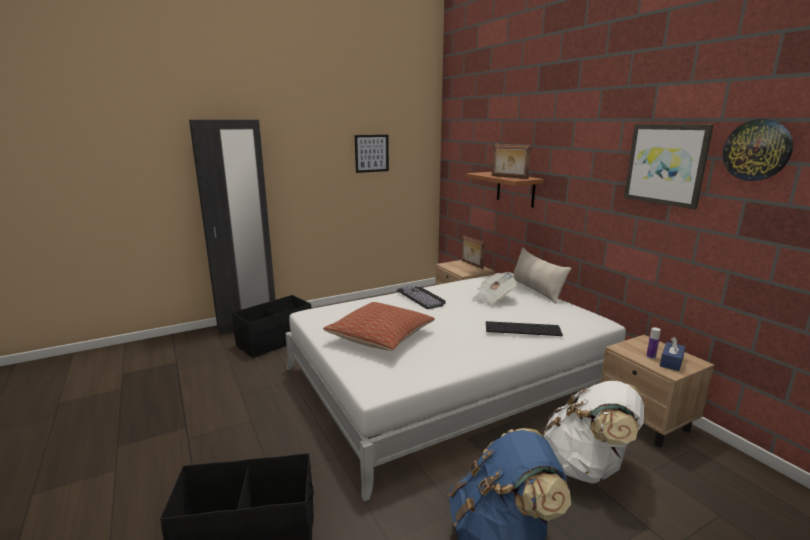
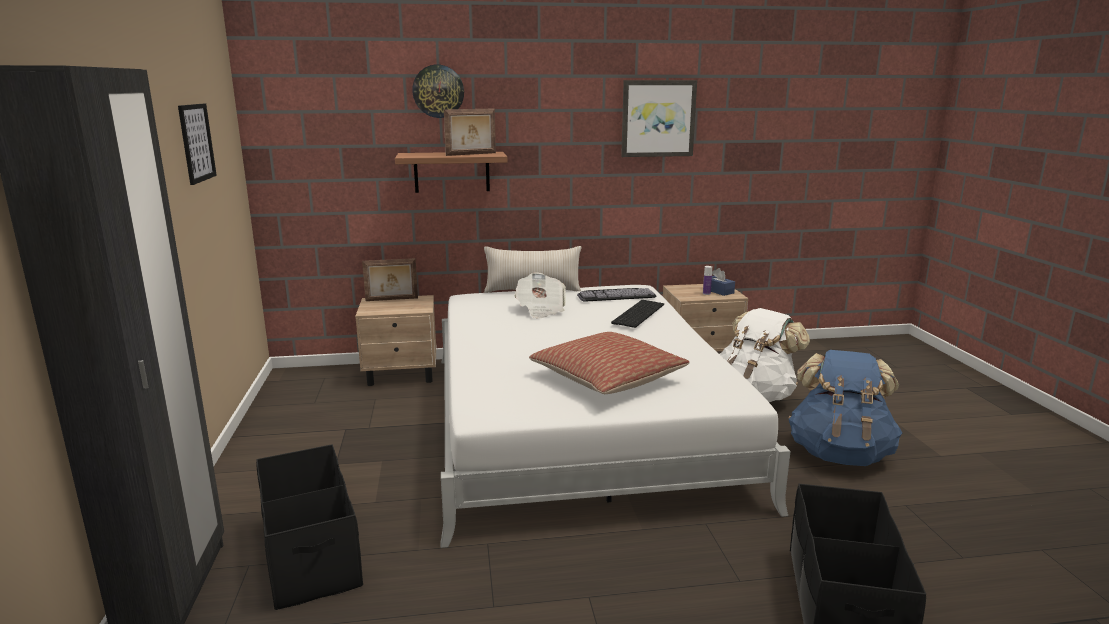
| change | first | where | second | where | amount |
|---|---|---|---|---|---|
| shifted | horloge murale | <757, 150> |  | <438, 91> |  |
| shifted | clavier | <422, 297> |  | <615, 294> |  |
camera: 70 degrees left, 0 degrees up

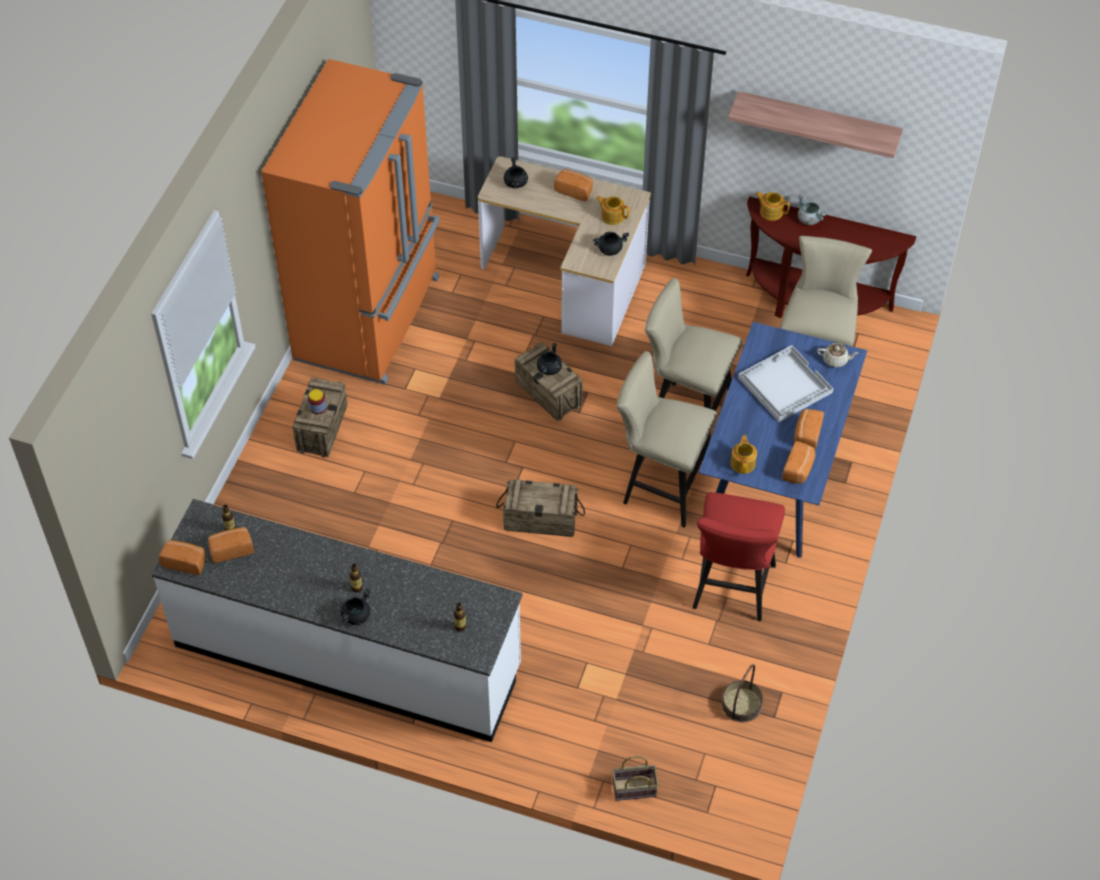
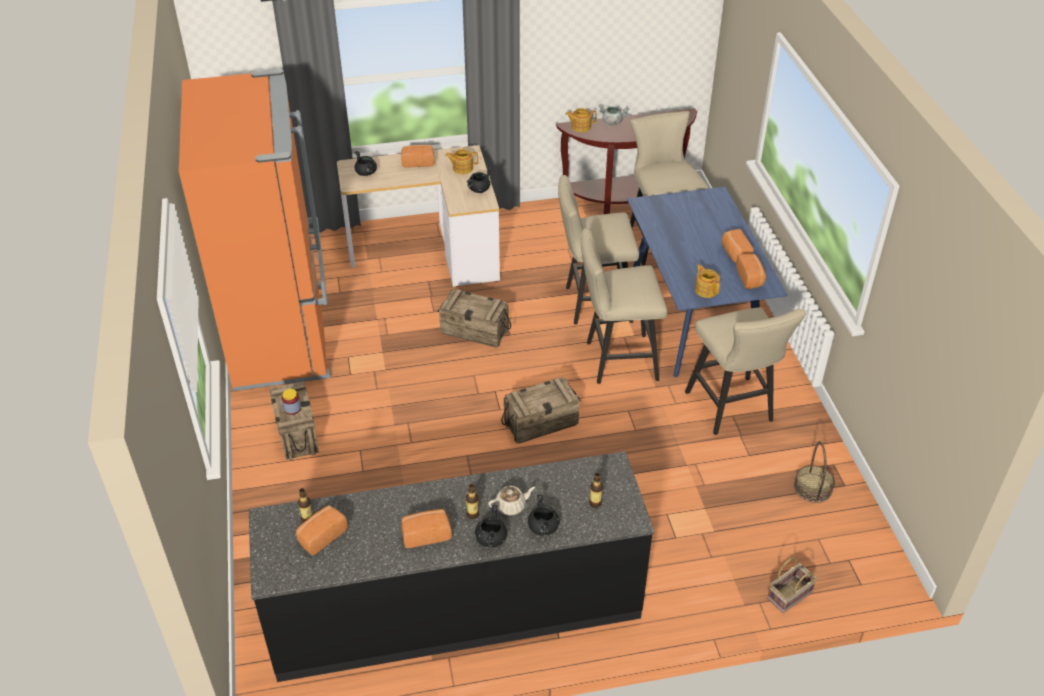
| change | first | where | second | where | amount |
|---|---|---|---|---|---|
| gone | étagère | <818, 122> |  |  |  |
| shifted | marmite/noir | <549, 369> |  | <543, 527> |  |
| shifted | théière/beige | <835, 360> |  | <511, 506> |  |
| gone | plateau/blanc | <784, 385> |  |  |  |
| repainted | tabouret/rouge | <731, 592> | tabouret/beige | <732, 410> |  |
| repainted | comptoir de cuisine/blanc | <348, 656> | comptoir de cuisine/noir | <455, 608> |  |
| shifted | pain | <185, 562> |  | <426, 534> |  |
camera: 30 degrees left, 10 degrees down

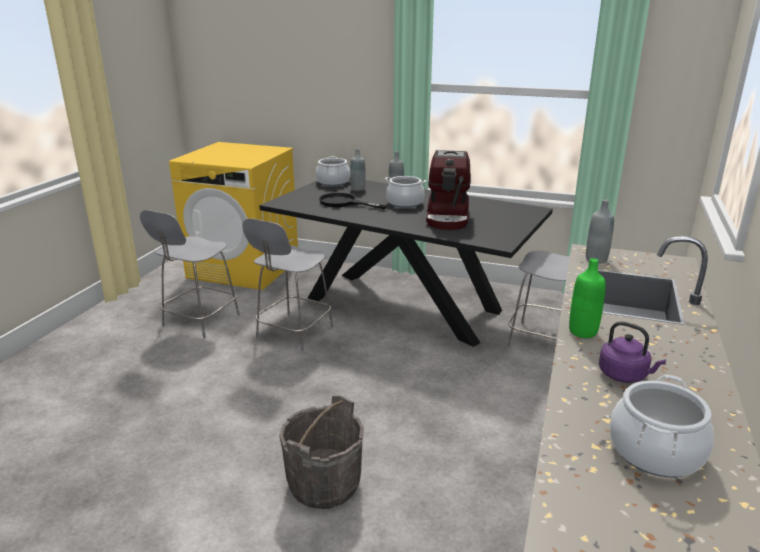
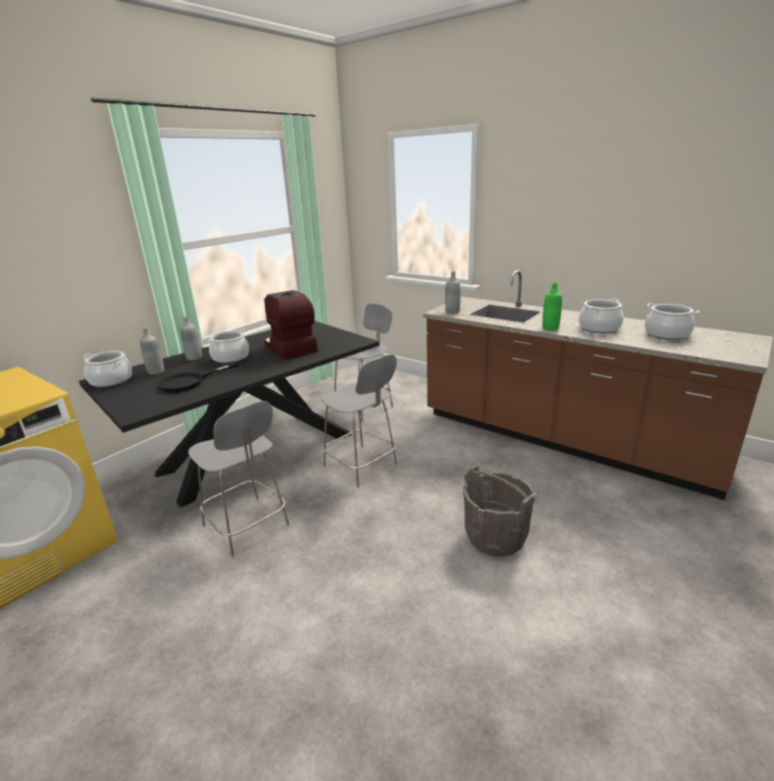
| change | first | where | second | where | amount |
|---|---|---|---|---|---|
| rotated | machine à café | <448, 217> |  | <289, 348> | 150 degrees counterclockwise |
| shifted | chaise/gris | <199, 321> |  | <362, 466> |  |
| swapped | bouilloire/violet | <625, 375> | marmite | <599, 328> |  |
camera: 70 degrees left, 0 degrees up

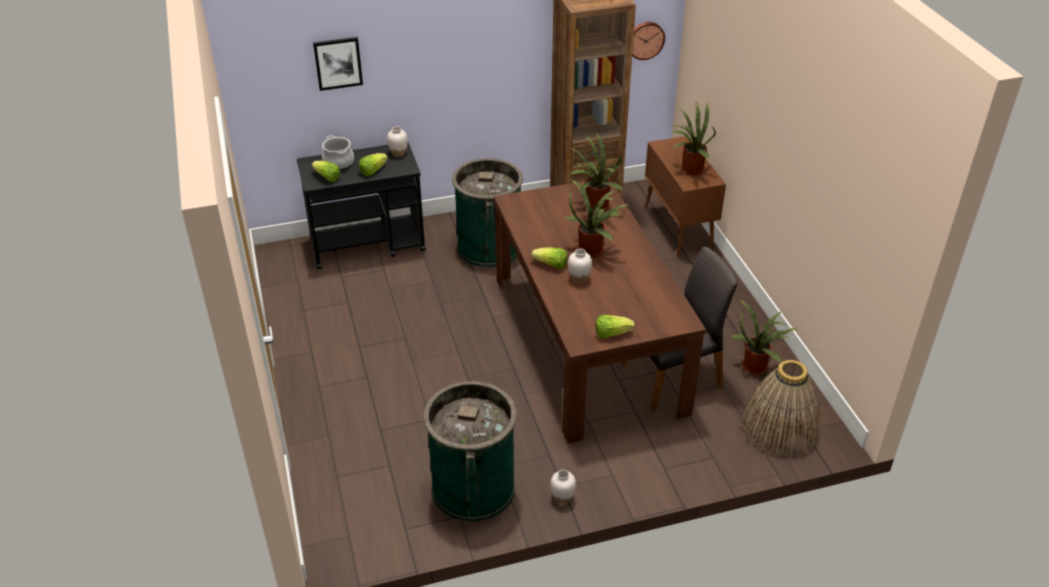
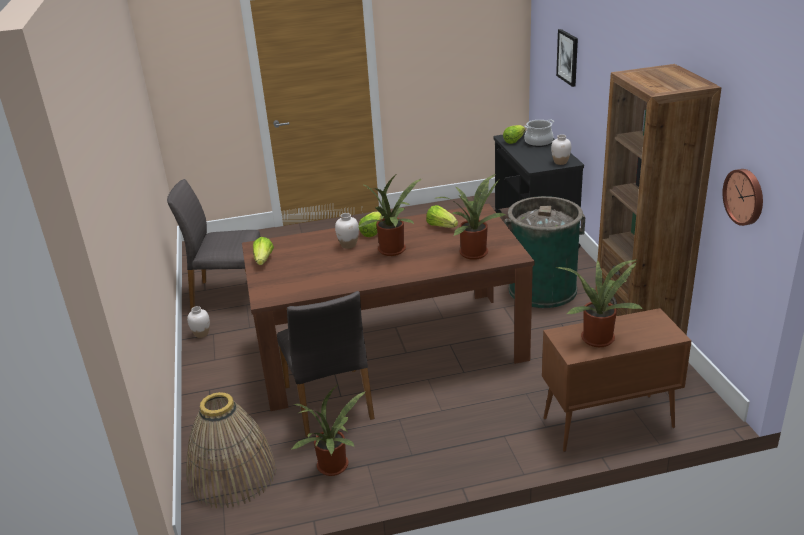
| change | first | where | second | where | amount |
|---|---|---|---|---|---|
| shifted | laitue | <373, 171> |  | <441, 226> |  |
| swapped | poubelle/vert | <473, 488> | chaise/gris | <229, 294> |  |
camera: 95 degrees right, 10 degrees down

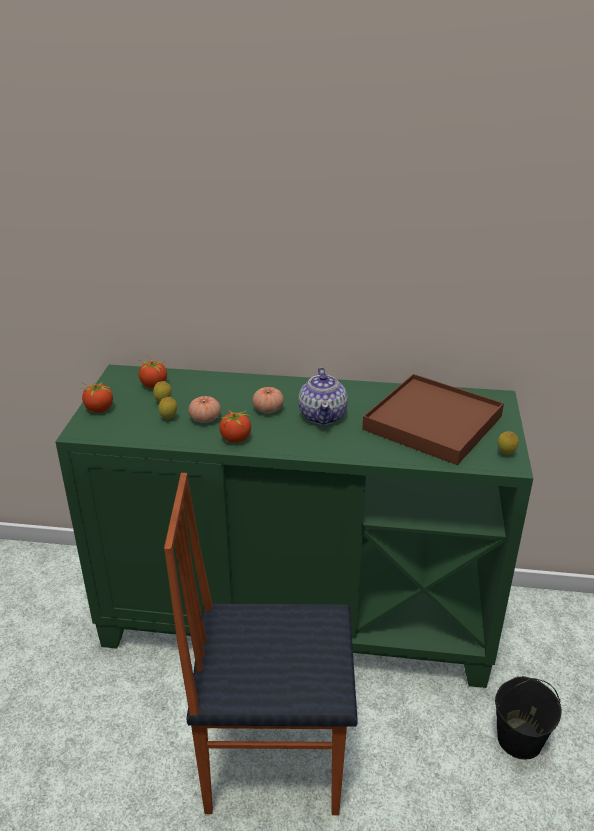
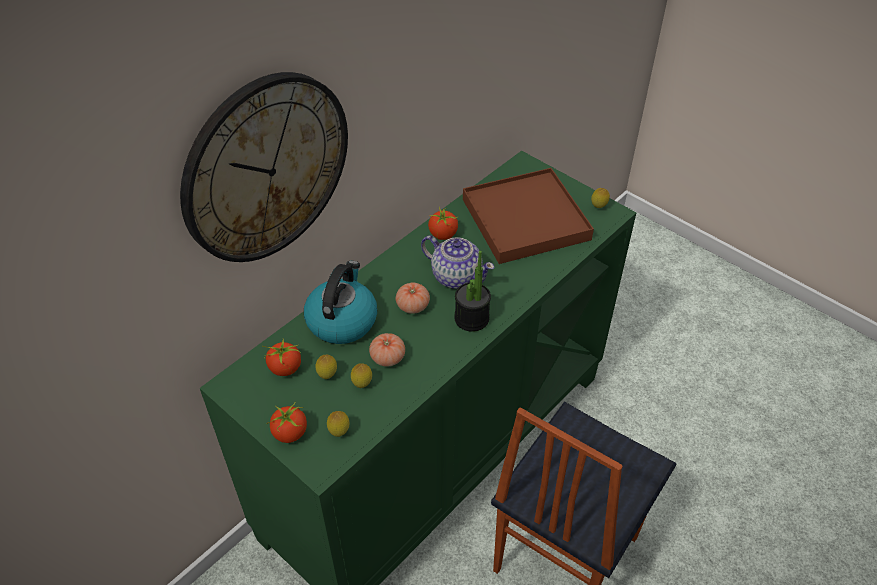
| change | first | where | second | where | amount |
|---|---|---|---|---|---|
| shifted | tomate | <235, 439> |  | <443, 235> |  |
| gone | seau/noir | <519, 739> |  |  |  |
| new |  |  | horloge murale | <266, 168> |  |
| new |  |  | plante en pot | <471, 318> |  |
| new |  |  | bouilloire | <342, 320> |  |
| new |  |  | citron | <339, 432> |  |
camera: 55 degrees left, 15 degrees up

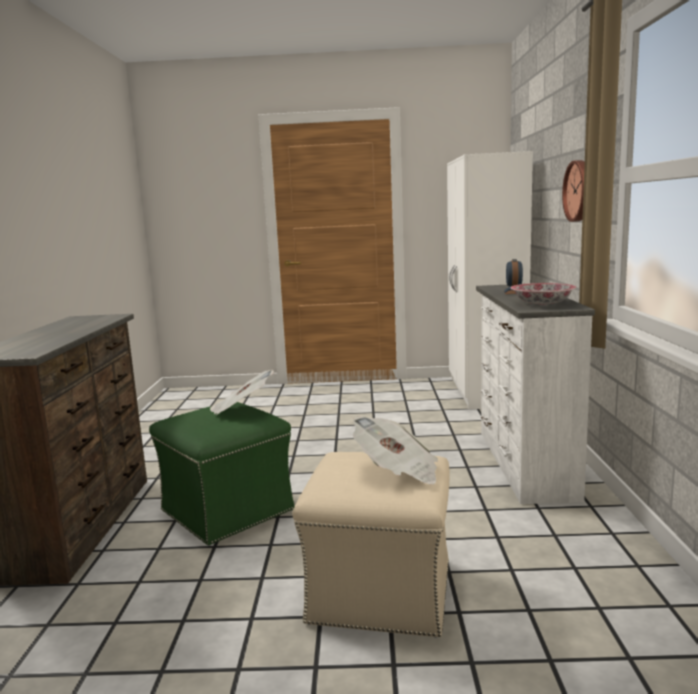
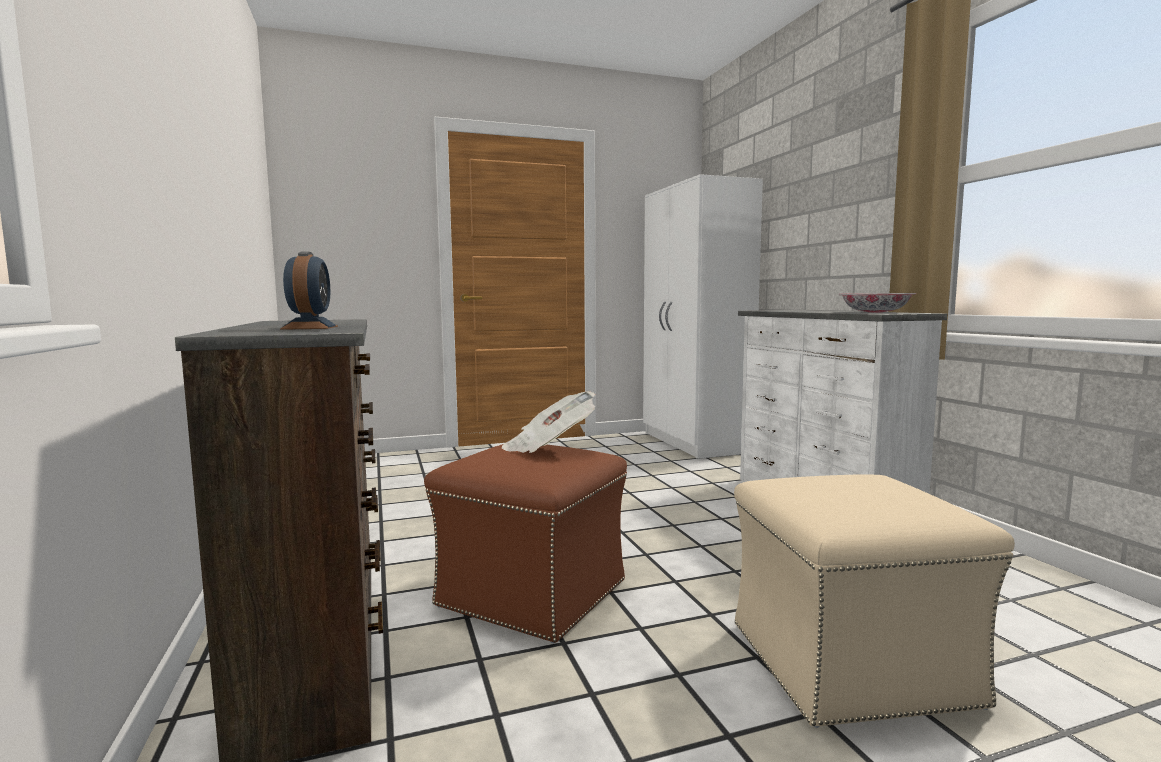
| change | first | where | second | where | amount |
|---|---|---|---|---|---|
| gone | horloge murale | <579, 191> |  |  |  |
| shifted | réveil | <513, 292> |  | <310, 328> |  |
| repainted | pouf/vert | <226, 510> | pouf/marron | <530, 593> |  |
| gone | journal | <398, 471> |  |  |  |
camera: 20 degrees left, 5 degrees down

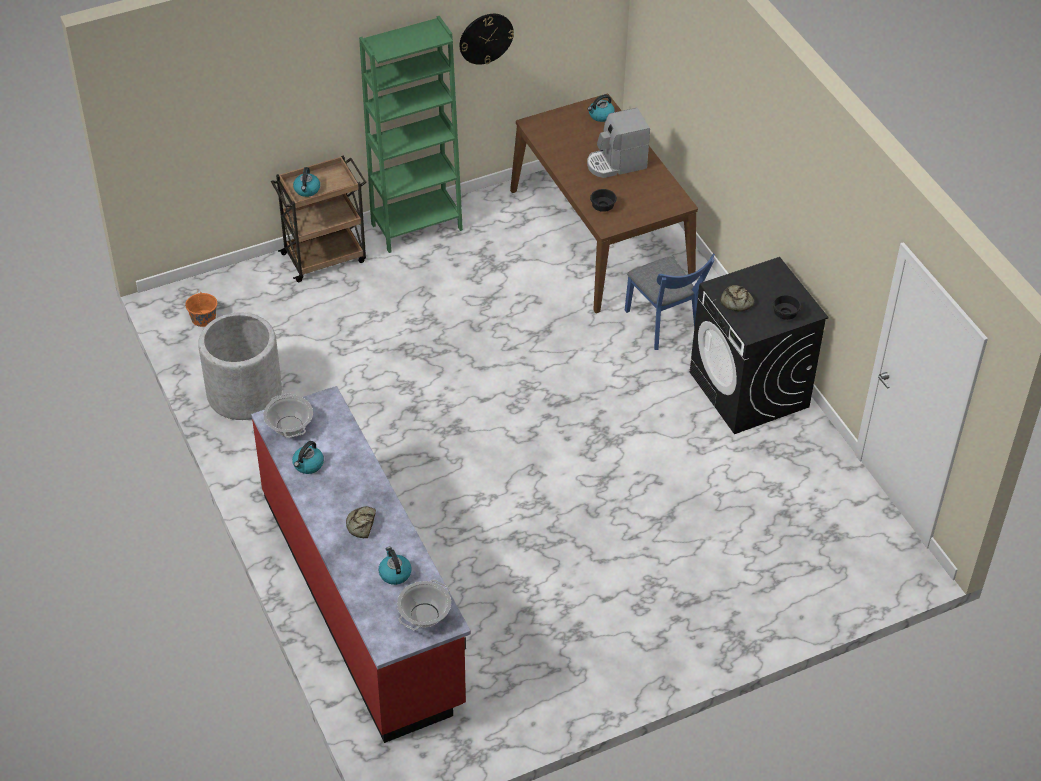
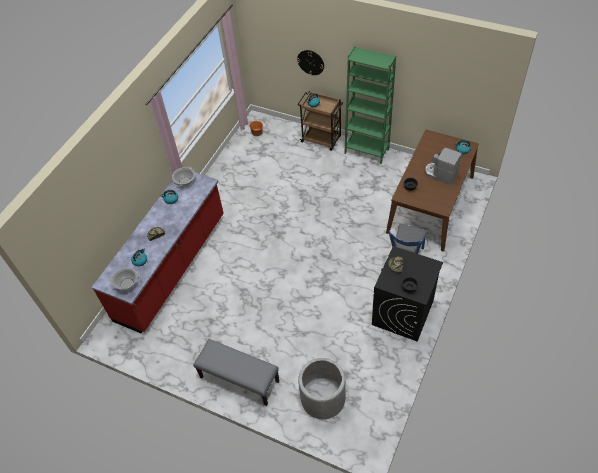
| change | first | where | second | where | amount |
|---|---|---|---|---|---|
| shifted | horloge murale | <486, 38> |  | <310, 62> |  |
| shifted | cache-pot/gris | <244, 393> |  | <323, 398> |  |
| new |  |  | banc/gris | <239, 379> |  |
camera: 55 degrees right, 5 degrees up

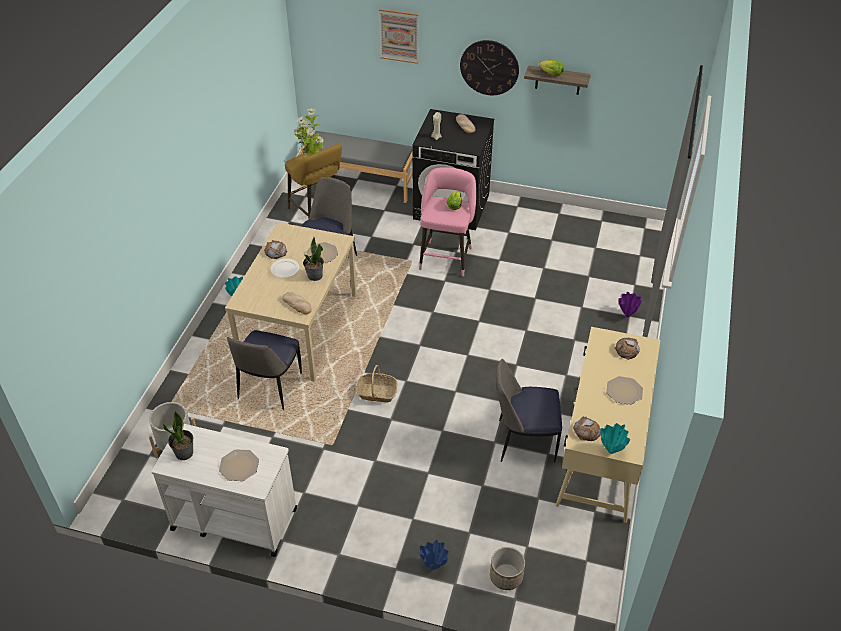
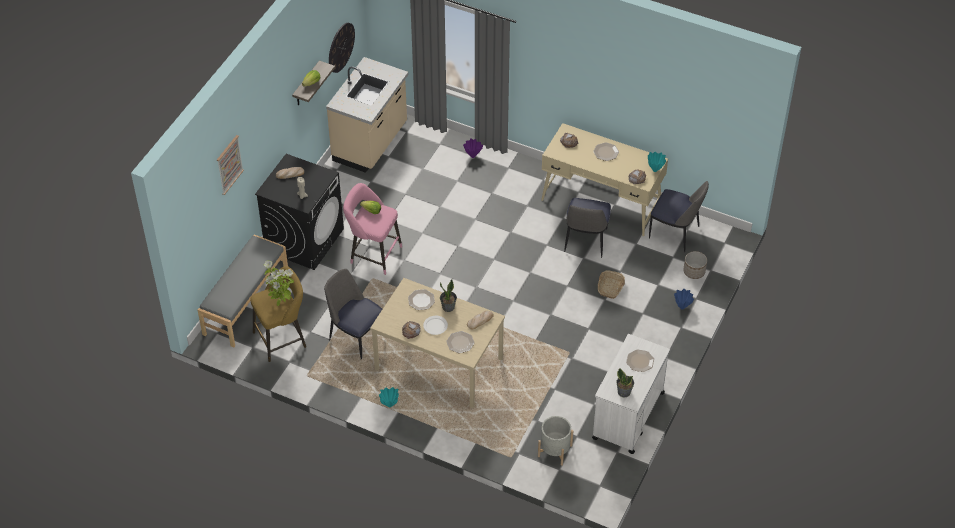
| change | first | where | second | where | amount |
|---|---|---|---|---|---|
| shifted | horloge murale | <489, 67> |  | <341, 47> |  |
| shifted | chaise | <269, 388> |  | <675, 233> |  |
| shifted | panier | <377, 393> |  | <610, 288> |  |
| new |  |  | comptoir de cuisine/beige | <371, 143> |  |
| new |  |  | assiette | <460, 342> |  |
camera: 80 degrees left, 5 degrees up

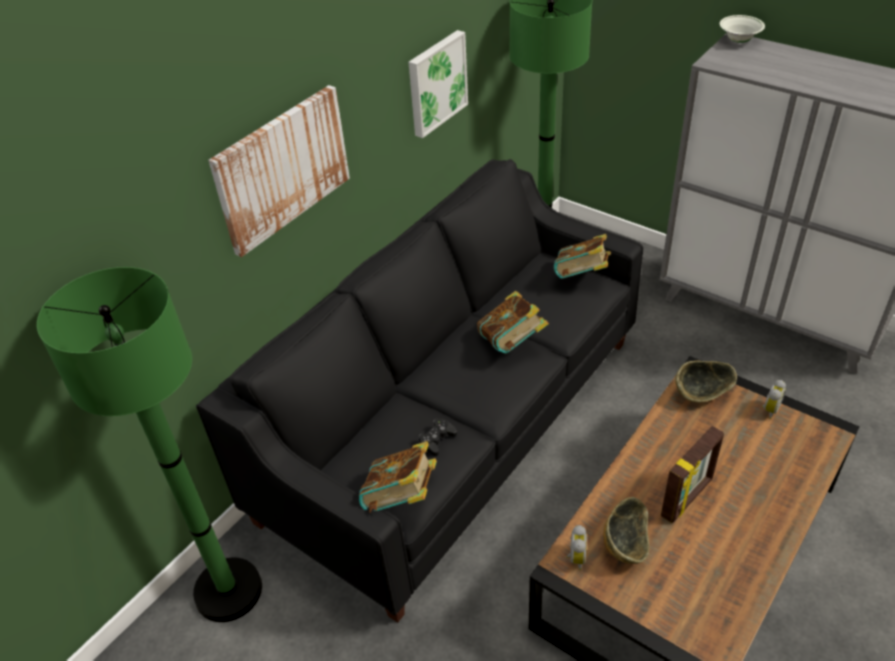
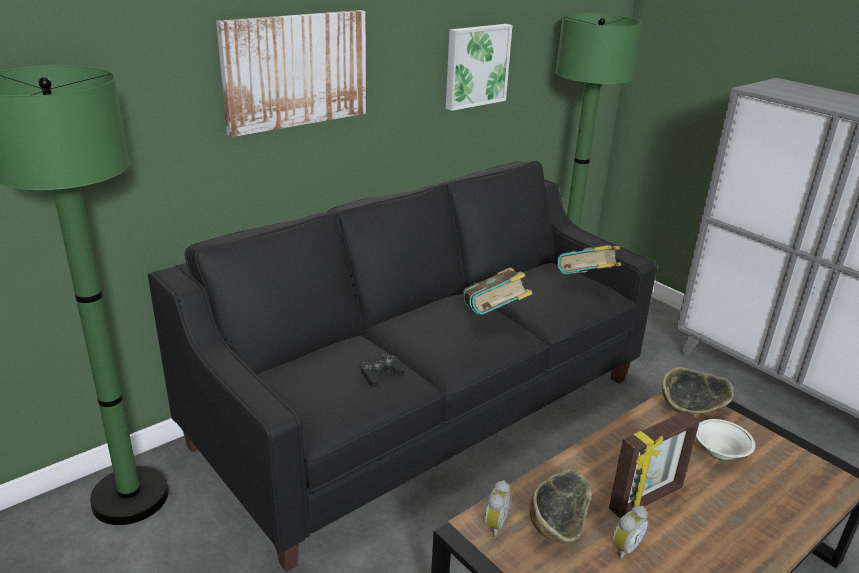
| change | first | where | second | where | amount |
|---|---|---|---|---|---|
| shifted | bol/blanc | <739, 40> |  | <719, 454> |  |
| shifted | réveil | <769, 409> |  | <624, 548> |  |
| gone | livre | <401, 498> |  |  |  |
camera: 10 degrees right, 15 degrees down

